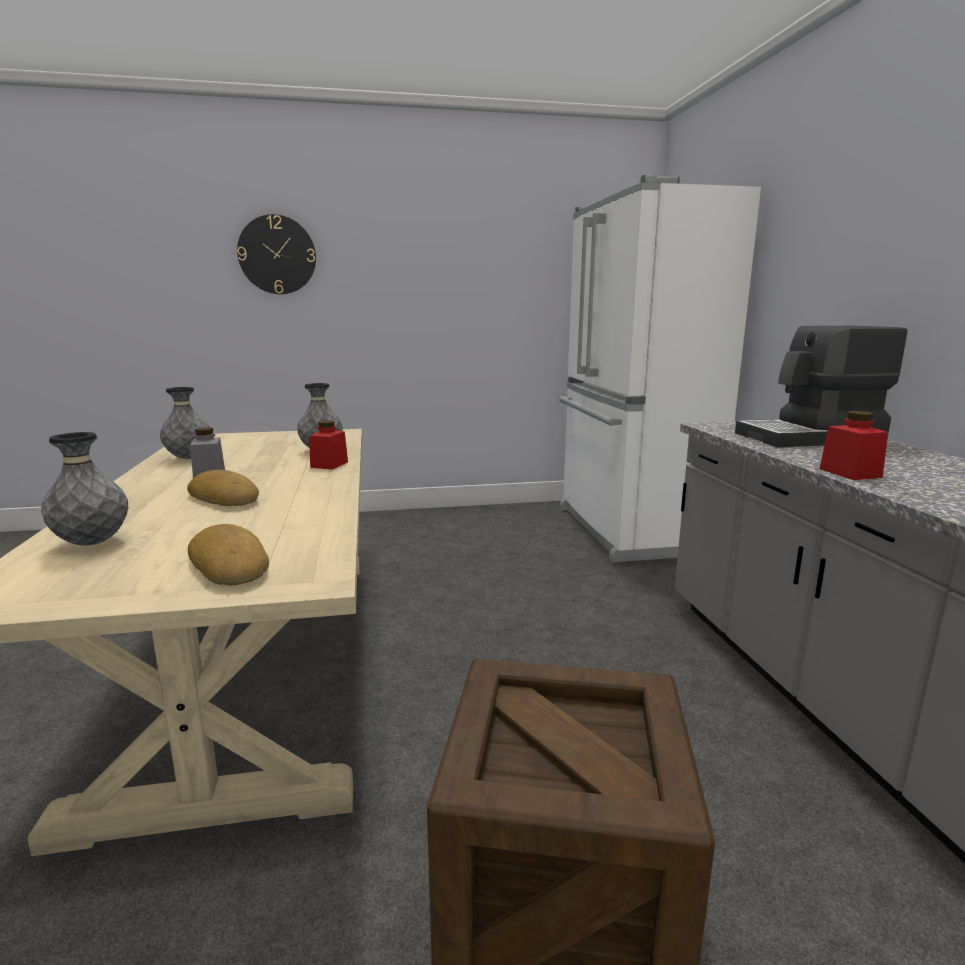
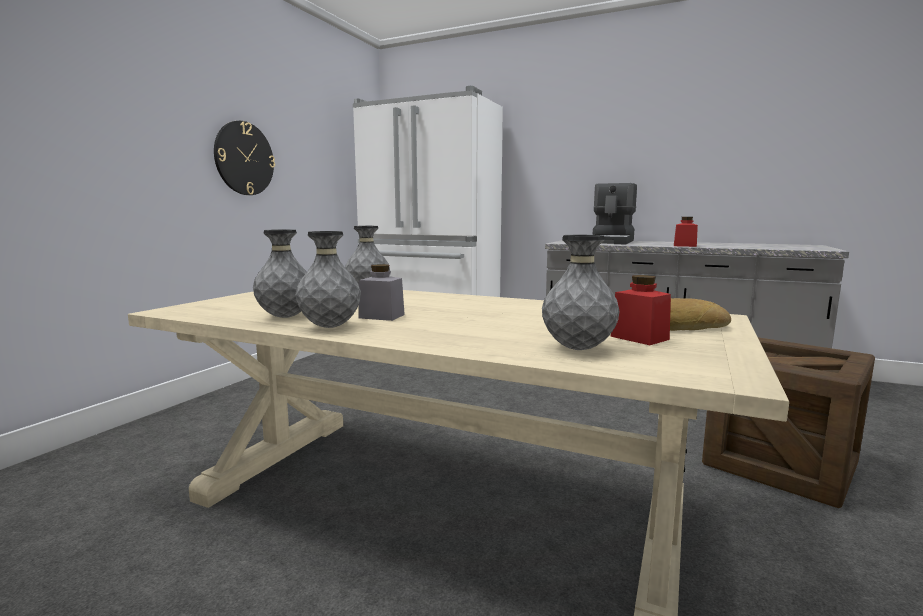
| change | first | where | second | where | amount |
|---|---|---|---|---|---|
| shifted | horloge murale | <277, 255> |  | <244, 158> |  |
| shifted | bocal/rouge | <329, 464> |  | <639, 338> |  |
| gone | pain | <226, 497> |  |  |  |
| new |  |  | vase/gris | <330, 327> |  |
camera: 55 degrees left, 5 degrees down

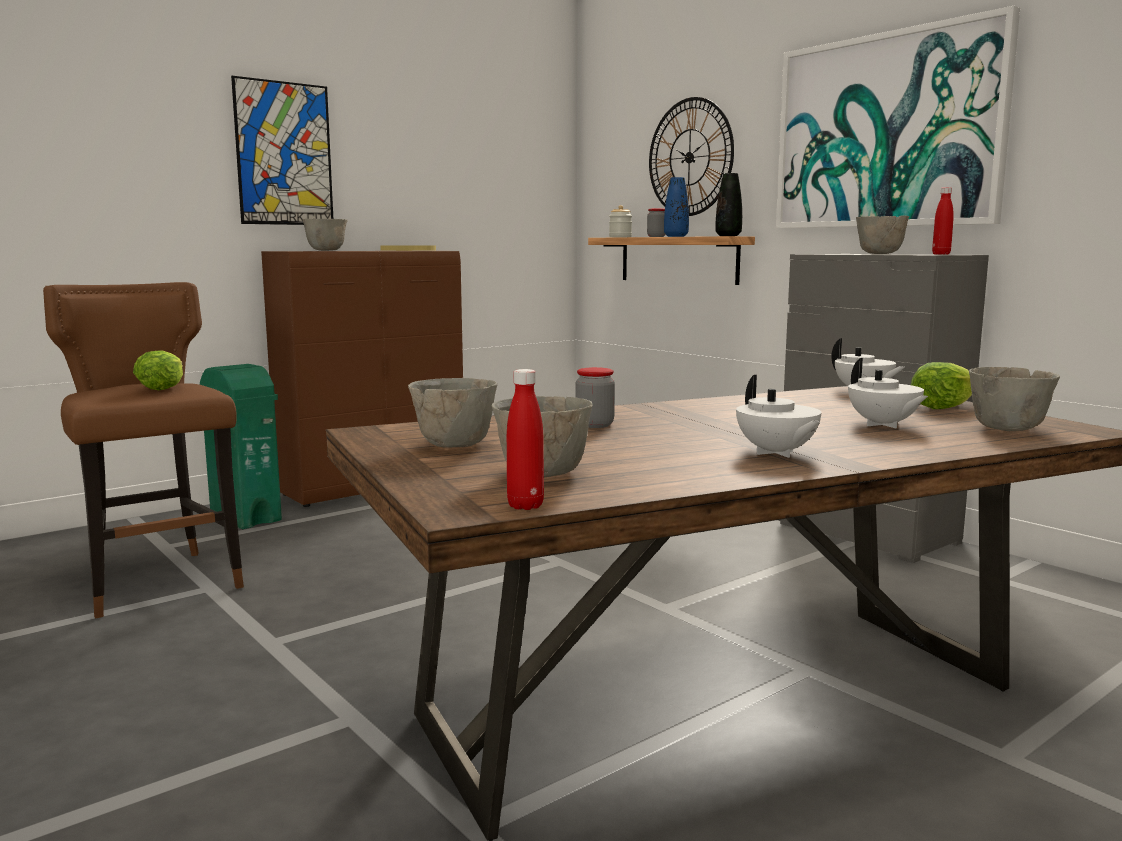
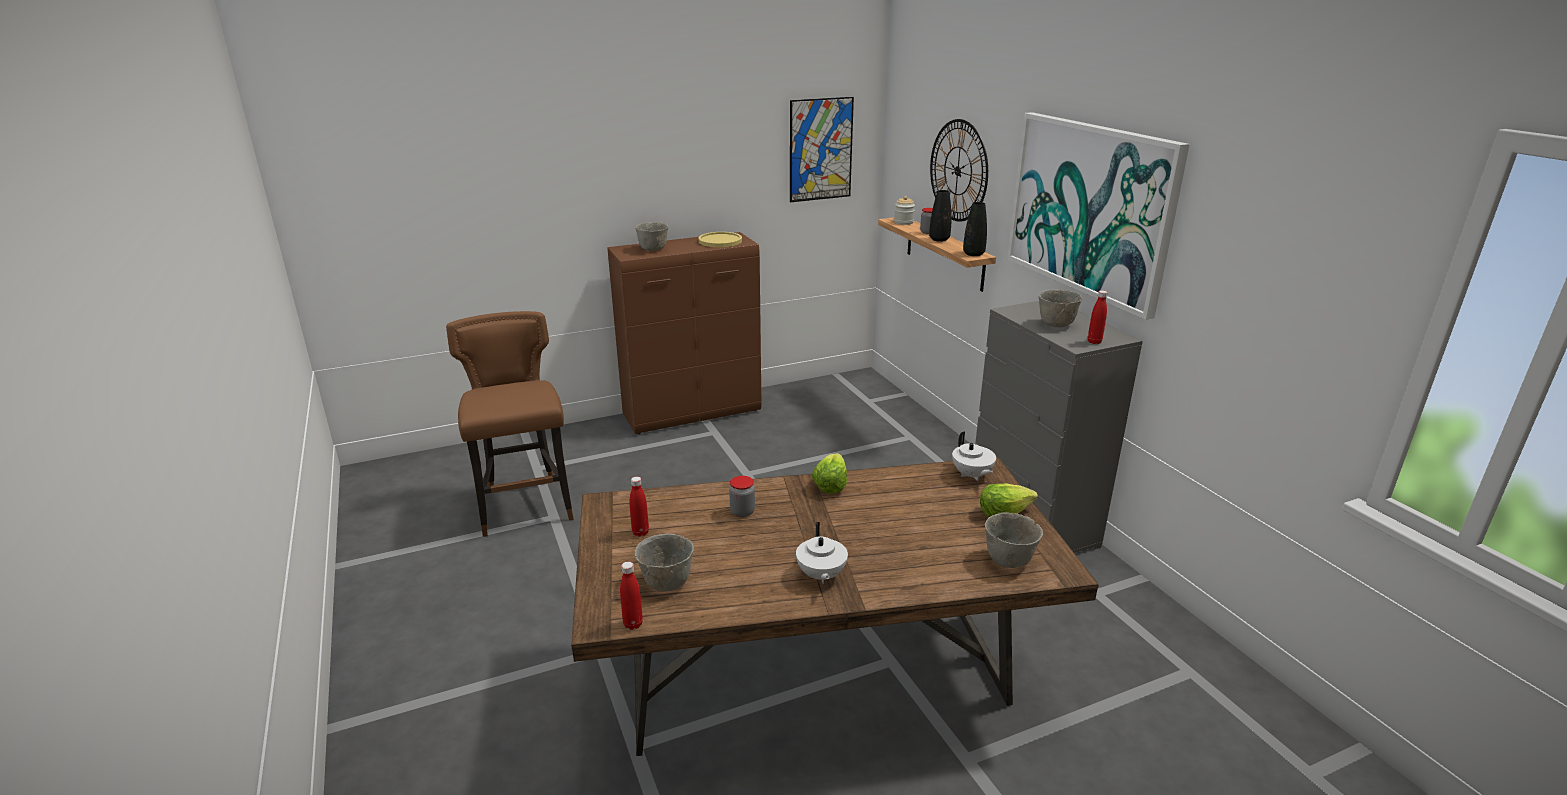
| change | first | where | second | where | amount |
|---|---|---|---|---|---|
| shifted | tableau | <284, 154> |  | <820, 149> |  |
| repainted | vase/bleu | <676, 236> | vase/noir | <939, 239> |  |
| shifted | laitue | <162, 387> |  | <830, 484> |  |
| gone | théière/blanc | <883, 425> |  |  |  |
| gone | poubelle/vert | <245, 518> |  |  |  |
| swapped | bol/gris | <453, 445> | bouteille/rouge | <640, 532> |  |
camera: 15 degrees right, 15 degrees up

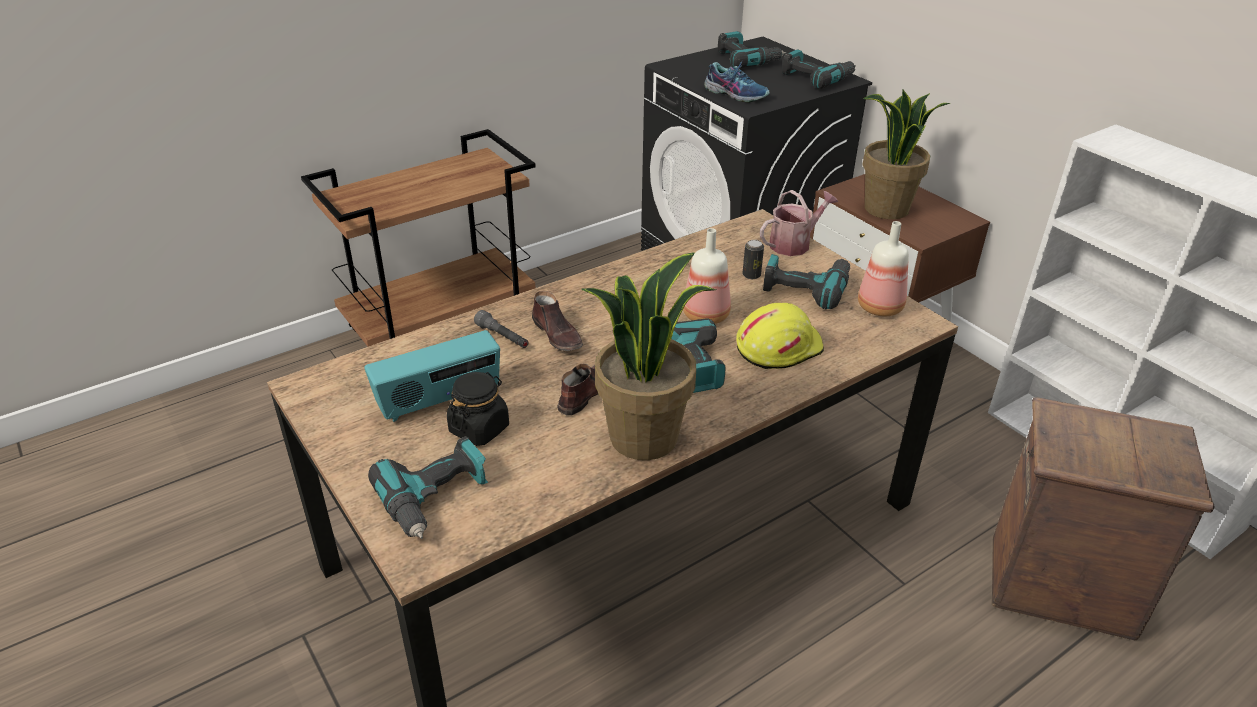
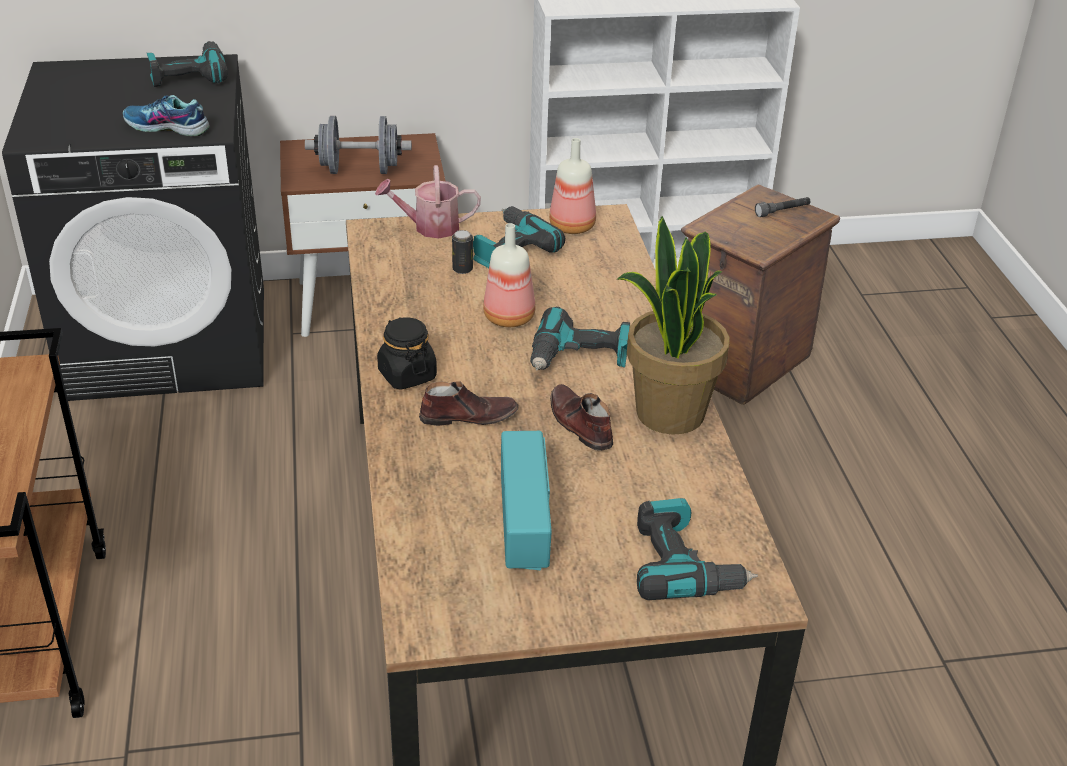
| change | first | where | second | where | amount |
|---|---|---|---|---|---|
| gone | perceuse | <747, 60> |  |  |  |
| rotated | chaussure | <736, 94> |  | <166, 128> | 135 degrees counterclockwise |
| swapped | plante en pot | <886, 209> | haltère/gris | <359, 170> |  |
| rotated | arrosoir | <794, 243> |  | <429, 227> | 90 degrees counterclockwise |
| gone | casque de chantier/jaune | <777, 347> |  |  |  |
| shifted | lampe de poche/gris | <502, 337> |  | <782, 211> |  |
| shifted | bocal/noir | <479, 428> |  | <407, 375> |  |
camera: 65 degrees left, 0 degrees up

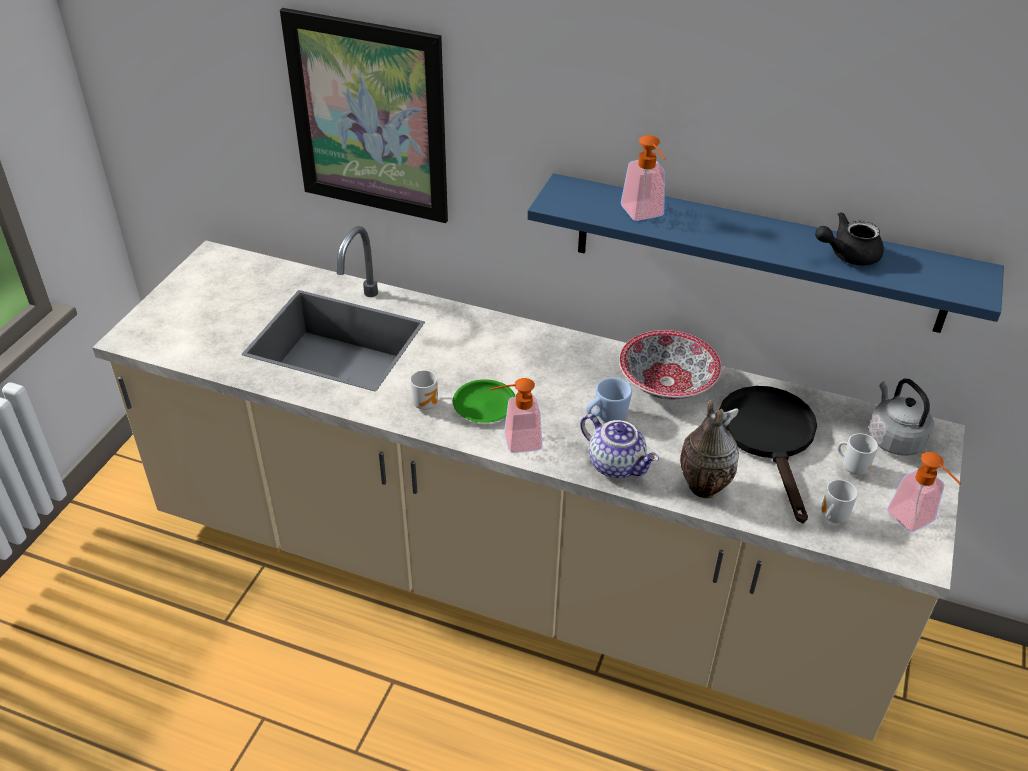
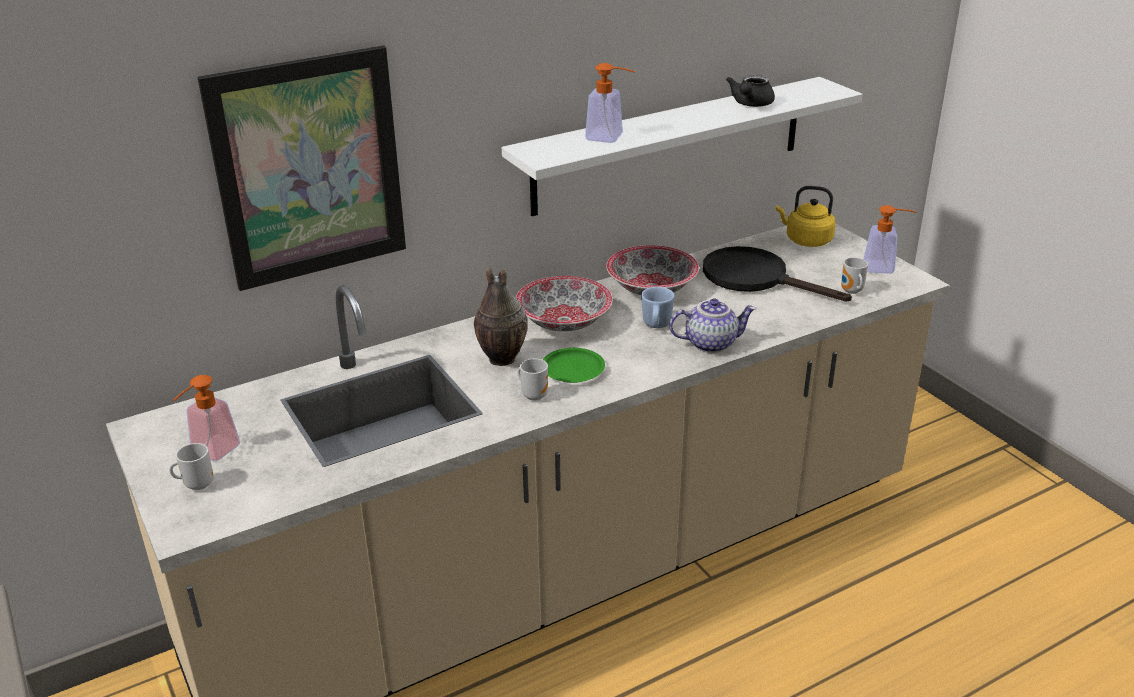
| change | first | where | second | where | amount |
|---|---|---|---|---|---|
| repainted | étagère/bleu | <758, 253> | étagère/blanc | <670, 145> |  |
| shifted | distributeur de savon | <515, 442> |  | <210, 453> |  |
| repainted | bouilloire/gris | <893, 438> | bouilloire/jaune | <806, 240> |  |
| shifted | vase | <701, 487> |  | <500, 359> |  |
| shifted | mug | <853, 467> |  | <197, 484> |  |
| new |  |  | bol | <564, 321> |  |
camera: 50 degrees left, 10 degrees down

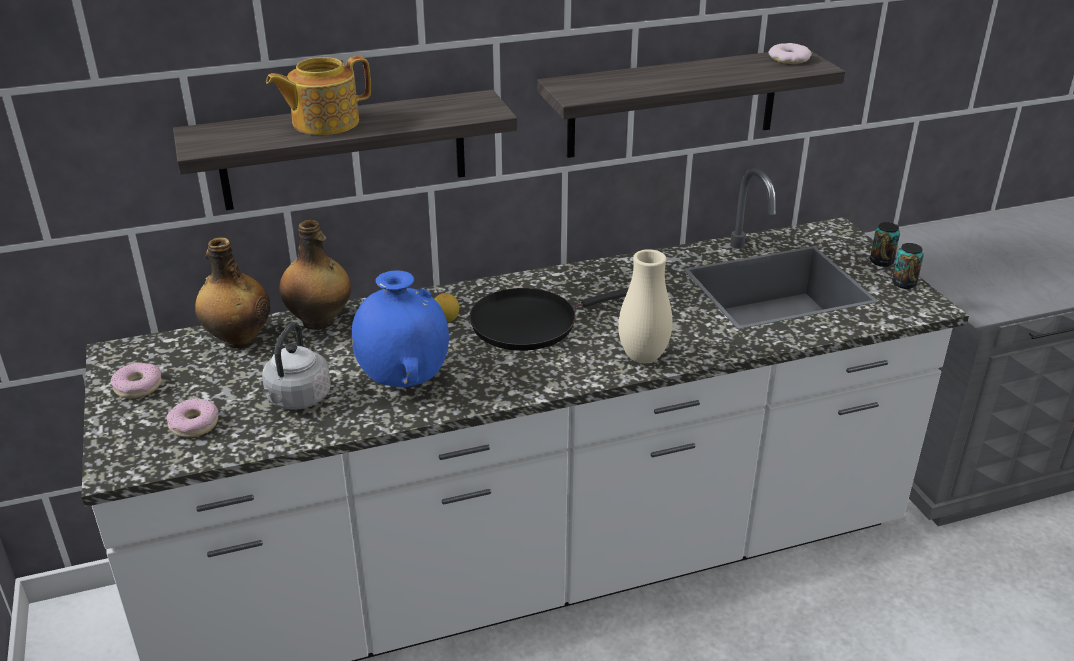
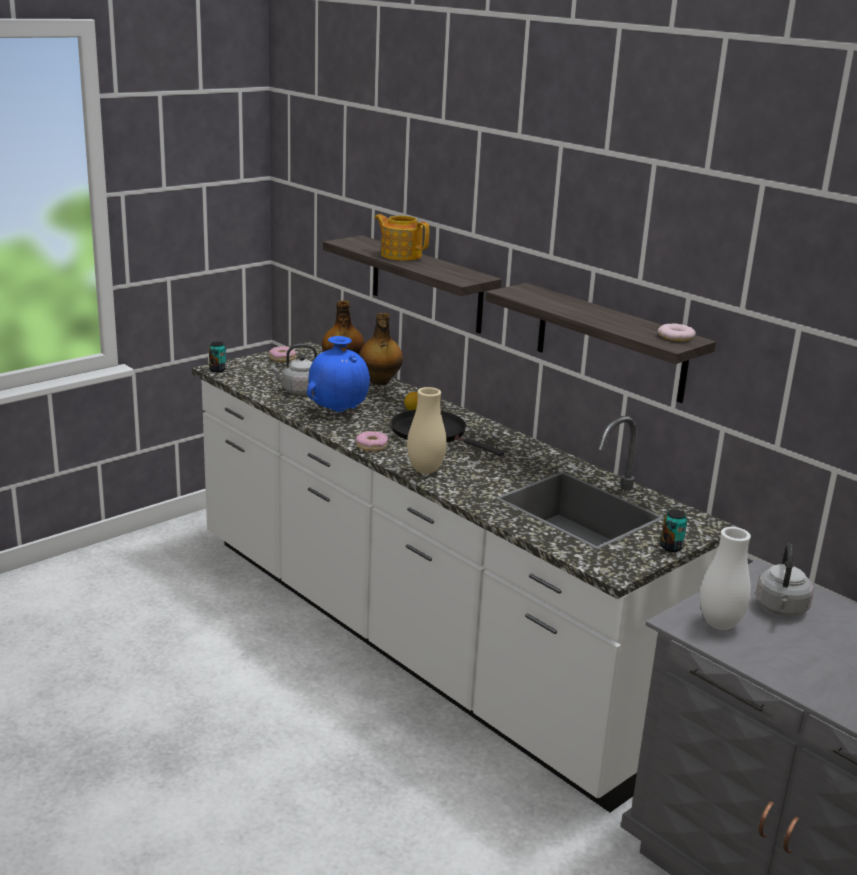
| change | first | where | second | where | amount |
|---|---|---|---|---|---|
| shifted | boîte métallique | <904, 283> |  | <217, 370> |  |
| shifted | beignet | <194, 424> |  | <371, 446> |  |
| new |  |  | vase/blanc | <719, 624> |  |
| new |  |  | bouilloire/gris | <781, 609> |  |
camera: 65 degrees right, 10 degrees down

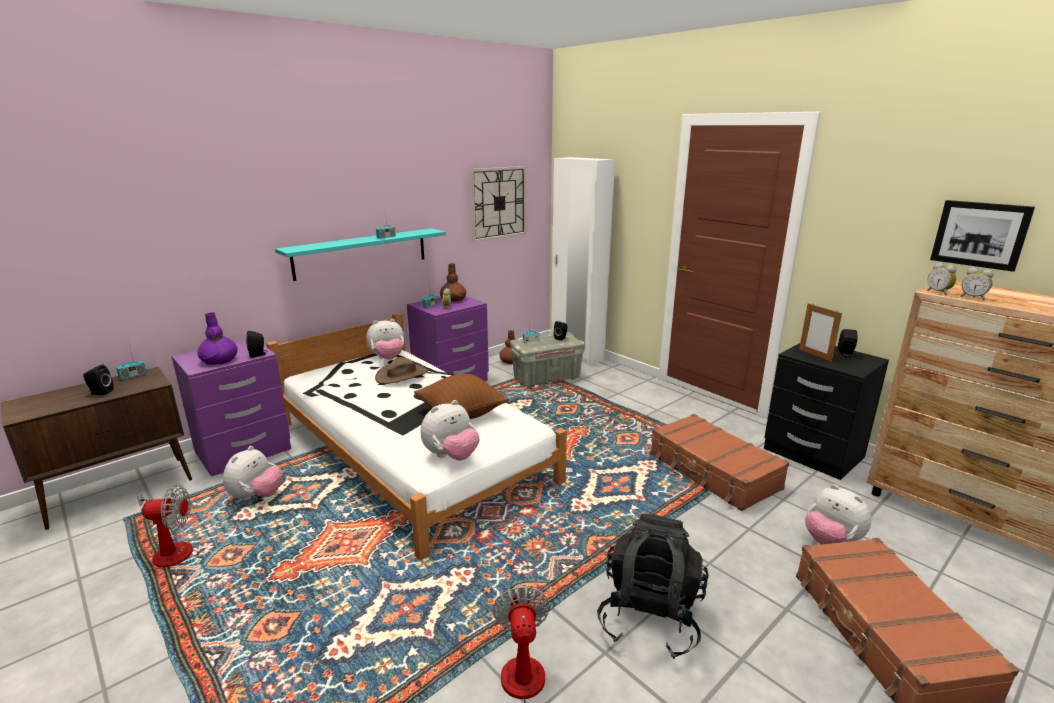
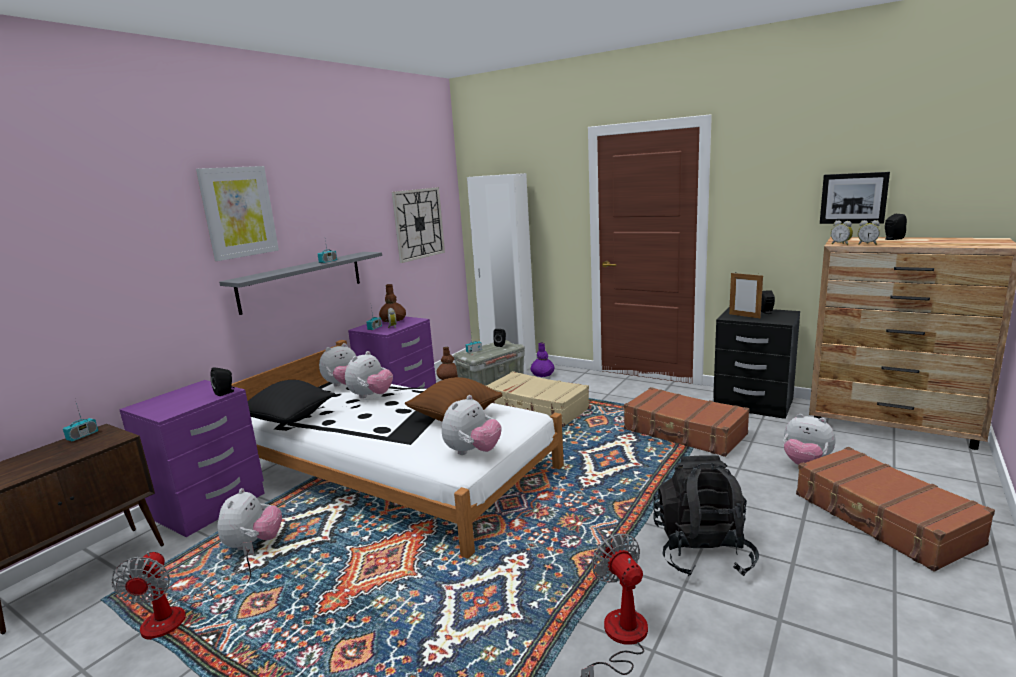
| change | first | where | second | where | amount |
|---|---|---|---|---|---|
| repainted | étagère/turquoise | <361, 253> | étagère/gris | <302, 281> |  |
| shifted | vase/violet | <220, 360> |  | <542, 374> |  |
| swapped | chapeau/marron | <402, 375> | peluche | <371, 396> |  |
| shifted | enceinte/noir | <100, 392> |  | <892, 239> |  |
| rotated | ventilateur | <169, 549> |  | <180, 615> | 105 degrees clockwise |
| new |  |  | tableau | <238, 212> |  |
| new |  |  | valise/beige | <536, 409> |  |
| new |  |  | coussin/noir | <289, 420> |  |
camera: 15 degrees left, 5 degrees down

